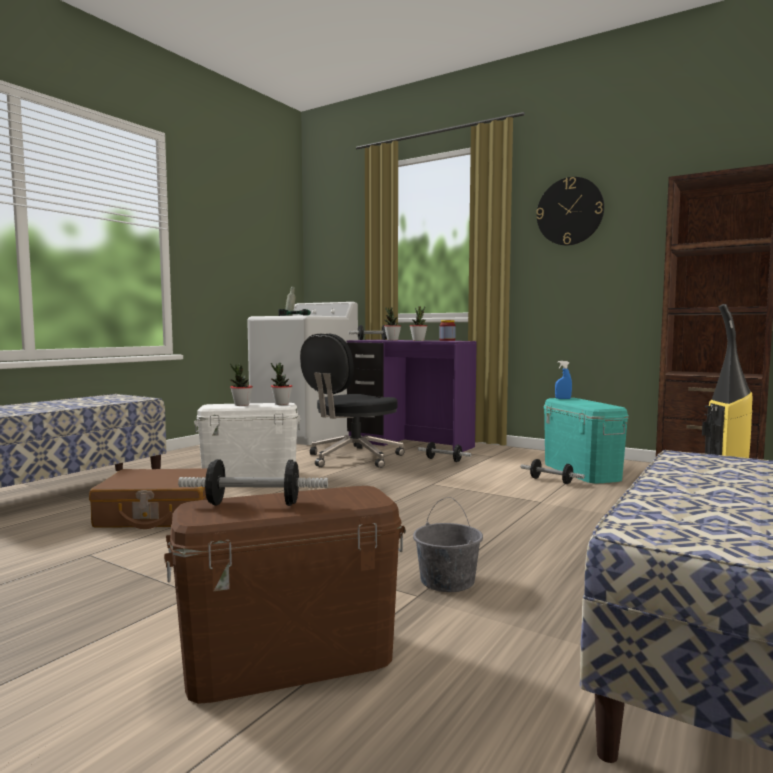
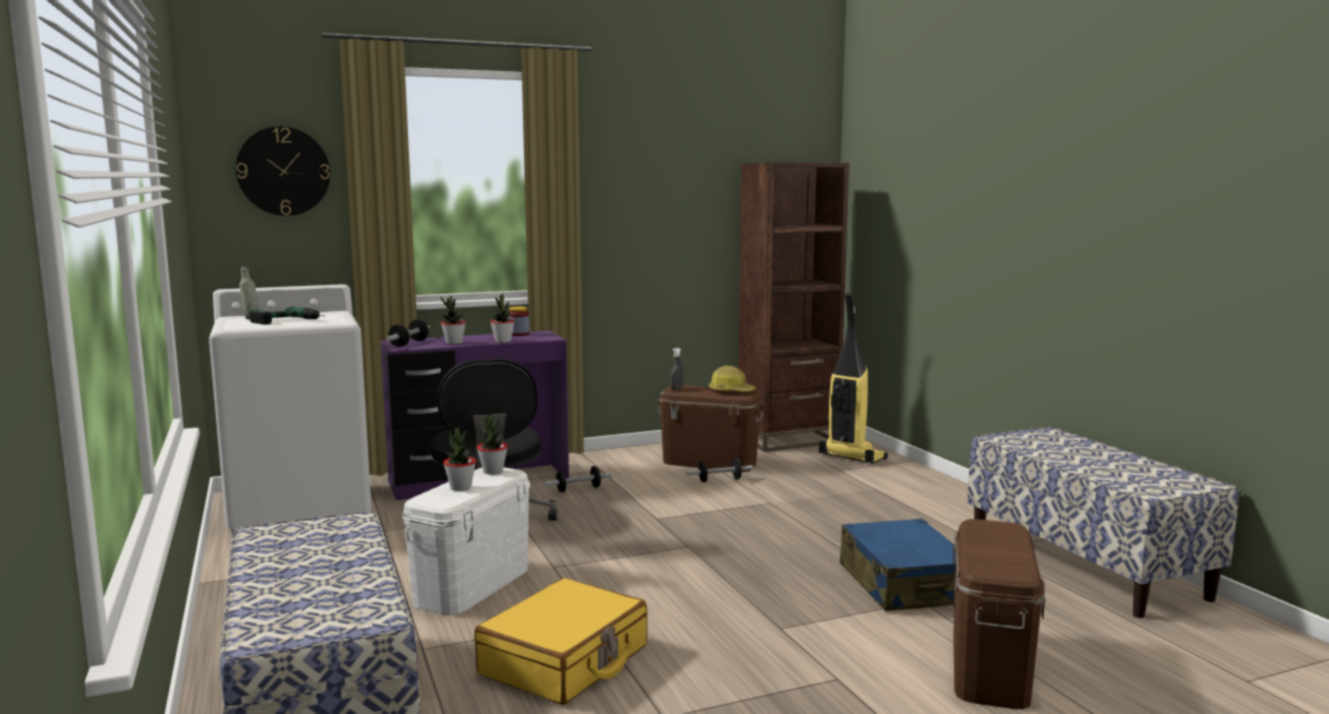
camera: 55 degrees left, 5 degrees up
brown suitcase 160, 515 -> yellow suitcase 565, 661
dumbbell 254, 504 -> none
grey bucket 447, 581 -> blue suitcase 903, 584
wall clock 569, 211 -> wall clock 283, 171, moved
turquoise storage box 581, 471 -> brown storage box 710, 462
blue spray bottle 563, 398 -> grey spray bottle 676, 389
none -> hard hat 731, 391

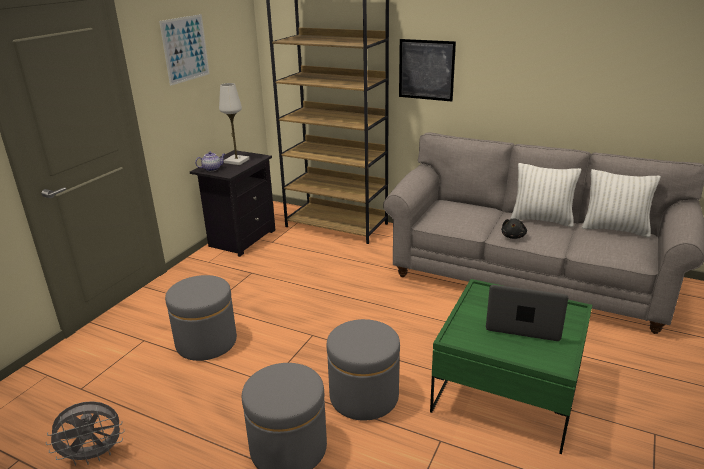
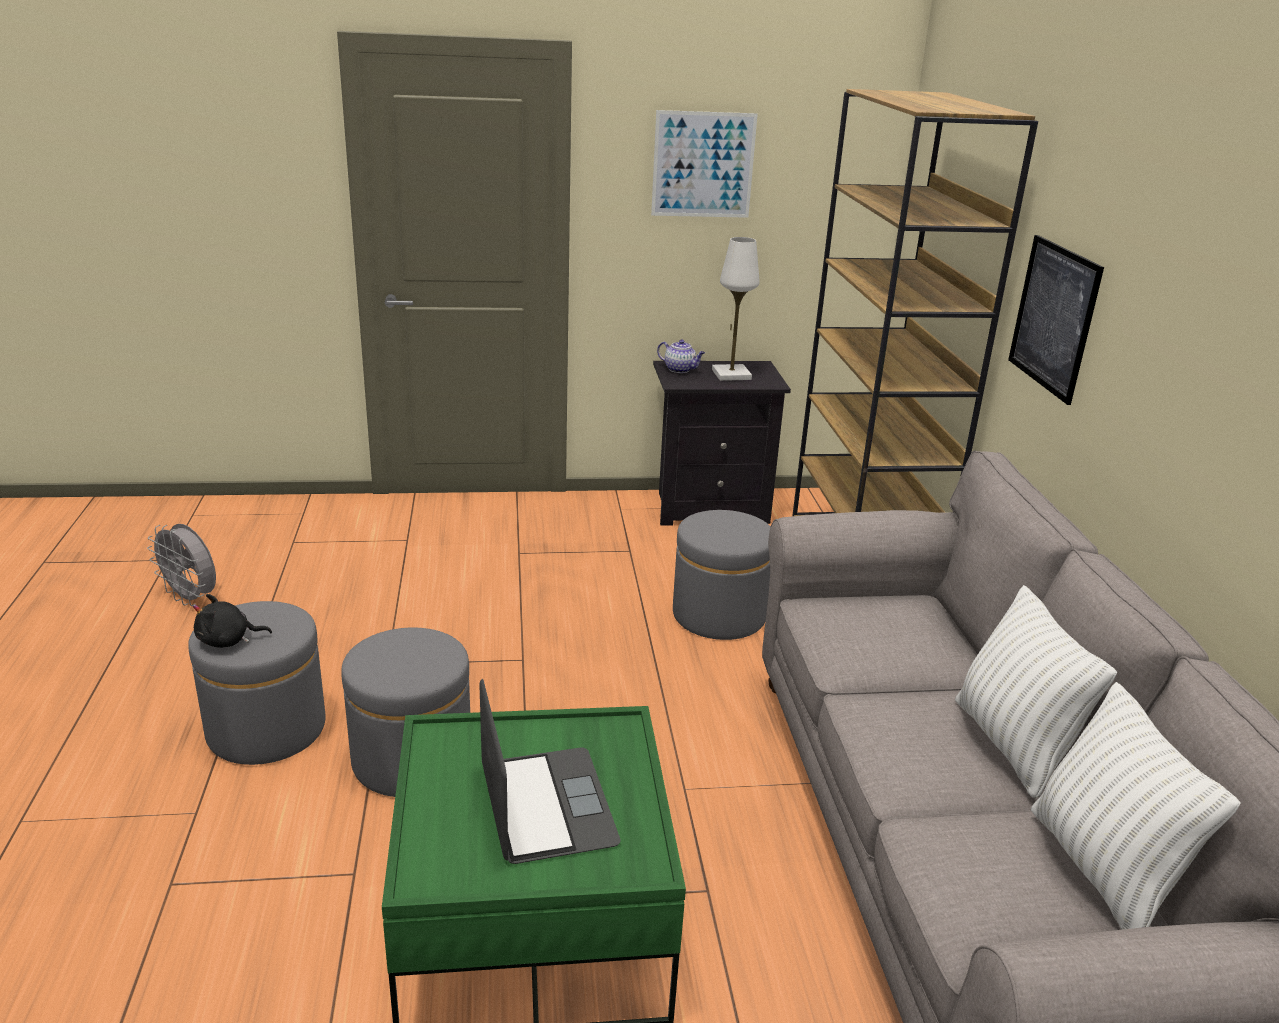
camera: 55 degrees right, 0 degrees up
grey ottoman 206, 342 -> grey ottoman 719, 615, moved
black plush toy 513, 236 -> black plush toy 228, 640, moved

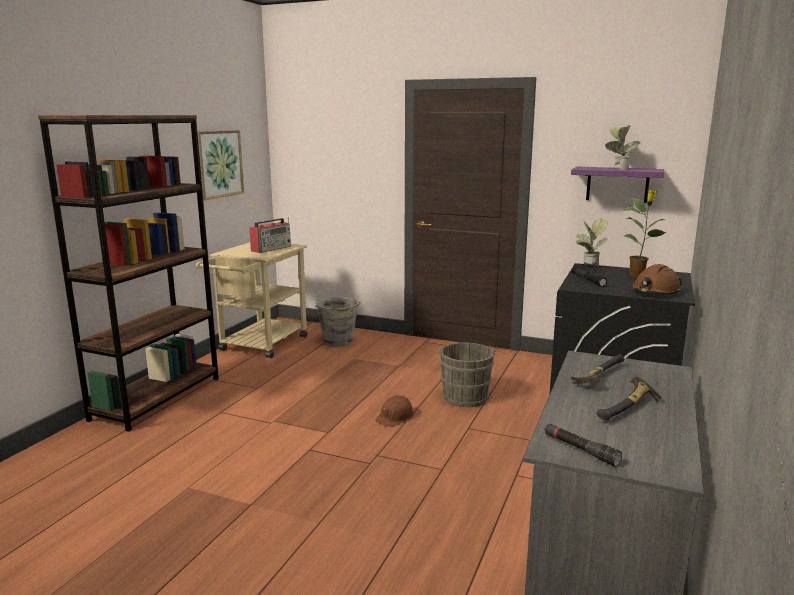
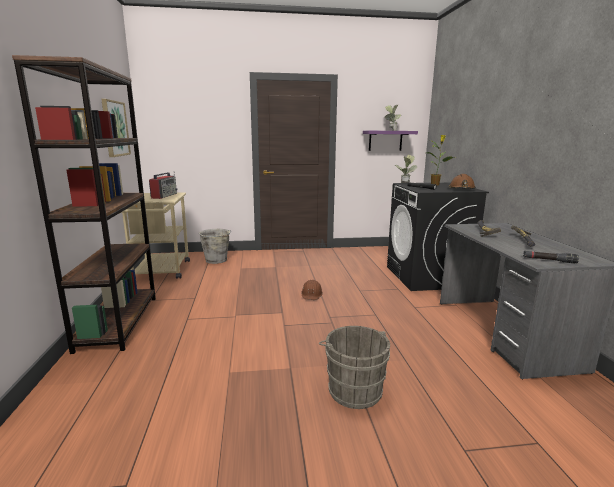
camera: 30 degrees left, 0 degrees up
grey bucket 465, 396 -> grey bucket 353, 389, moved

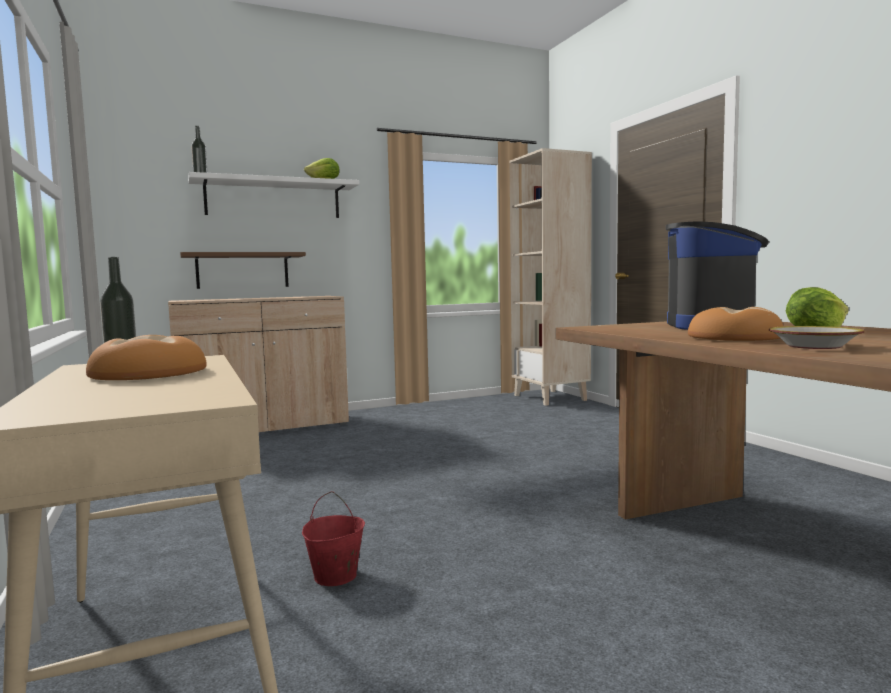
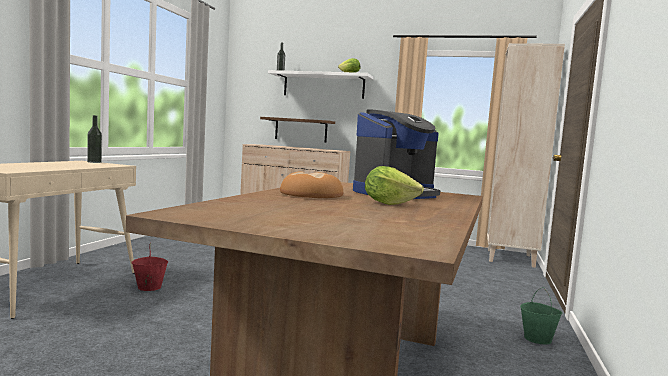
camera: 40 degrees right, 0 degrees up
bread 150, 373 -> none
bowl 815, 346 -> none
none -> green bucket 538, 339

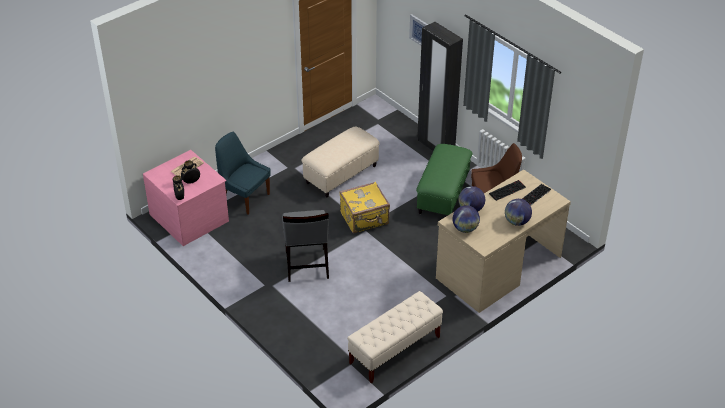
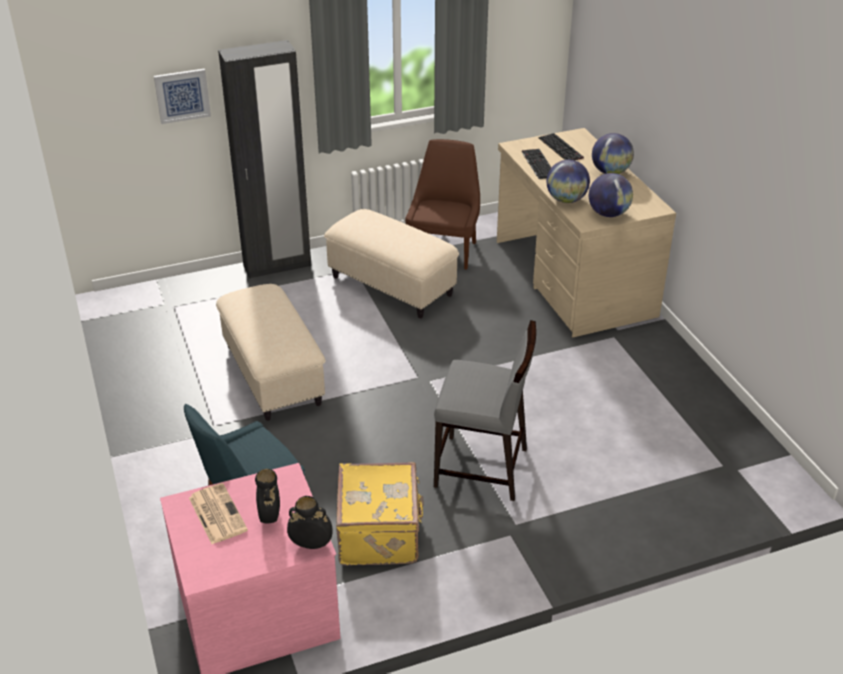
camera: 70 degrees left, 5 degrees down
yellow suitcase 365, 219 -> yellow suitcase 380, 533, moved
beige bench 394, 350 -> none
green ottoman 443, 195 -> beige ottoman 392, 285

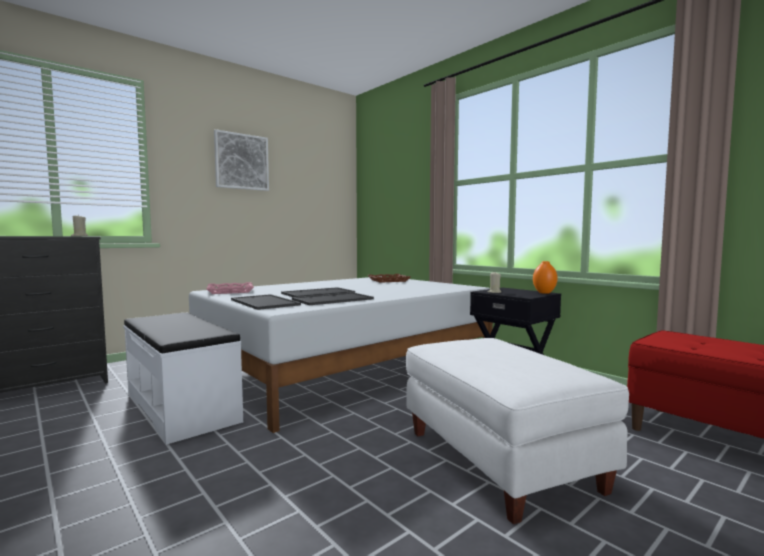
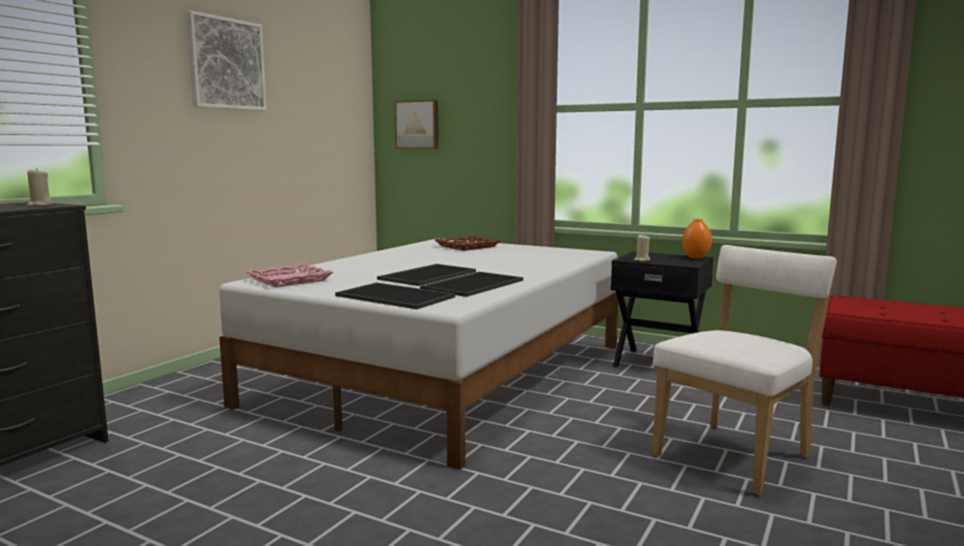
camera: 20 degrees left, 5 degrees up
white bench 182, 407 -> none
white ottoman 501, 459 -> white chair 736, 455
none -> picture 418, 124

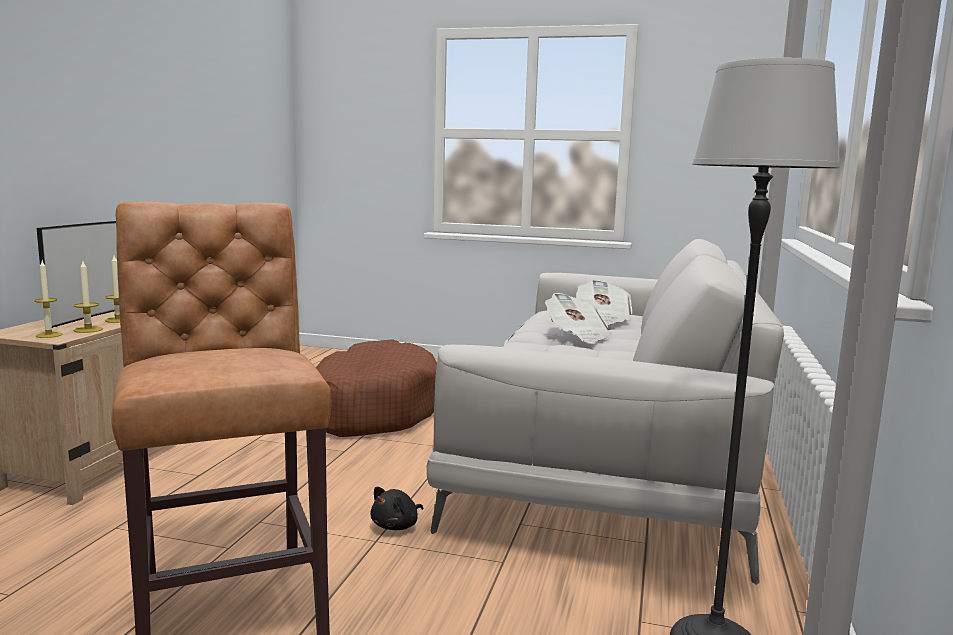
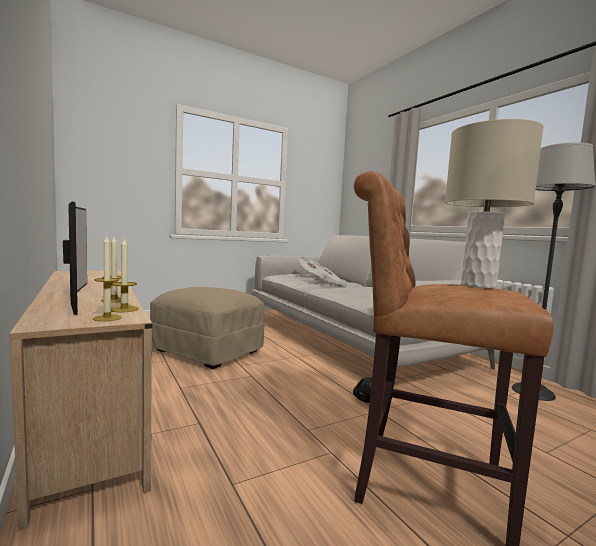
camera: 45 degrees left, 5 degrees down
brown dog bed 369, 409 -> beige ottoman 208, 350
none -> beige table lamp 478, 285

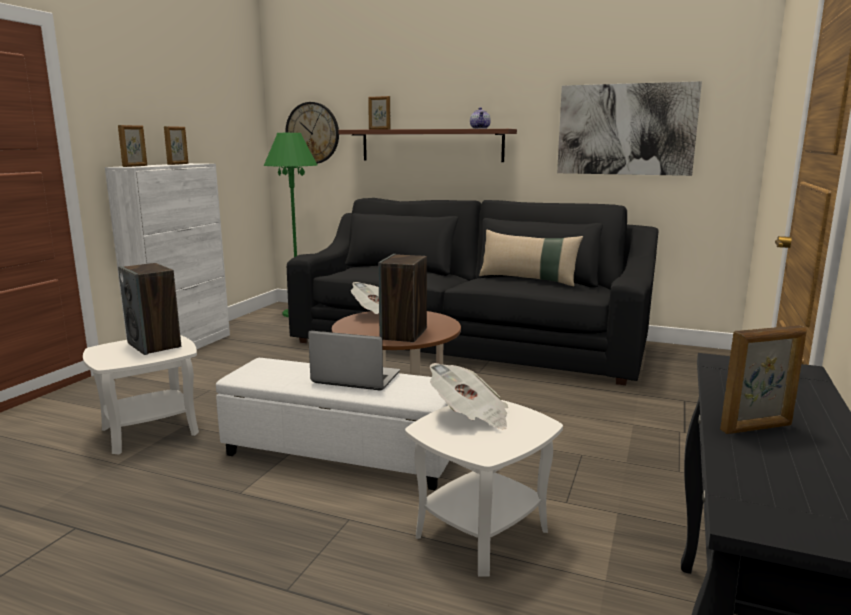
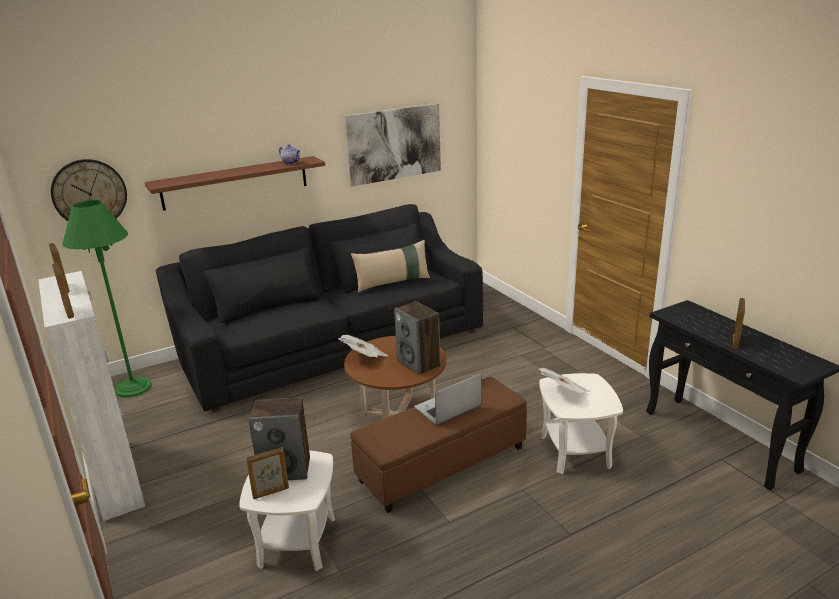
camera: 50 degrees left, 10 degrees up
white ottoman 341, 454 -> brown ottoman 443, 464
picture frame 379, 129 -> picture frame 271, 492, moved

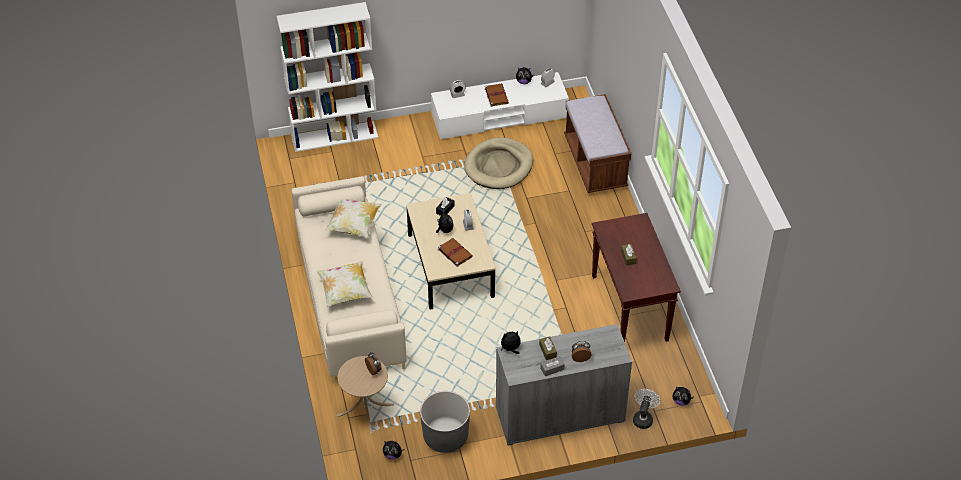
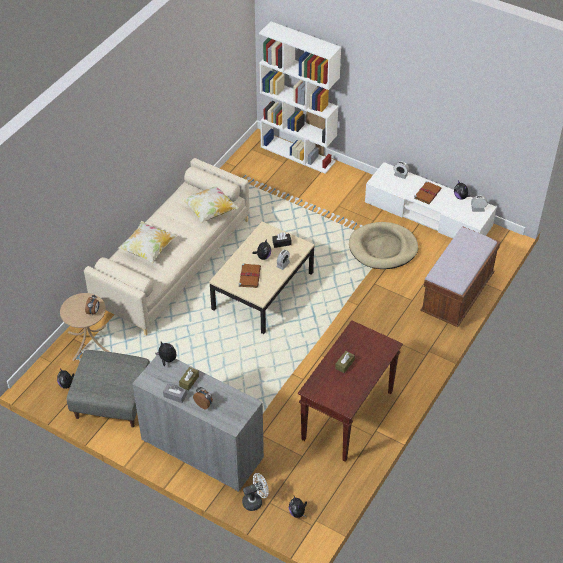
camera: 45 degrees right, 0 degrees up
grey planter 445, 436 -> grey ottoman 112, 400

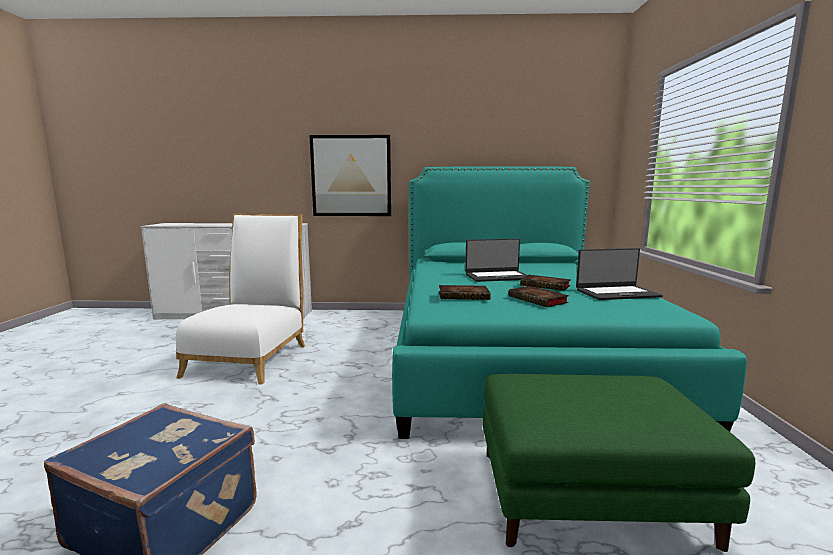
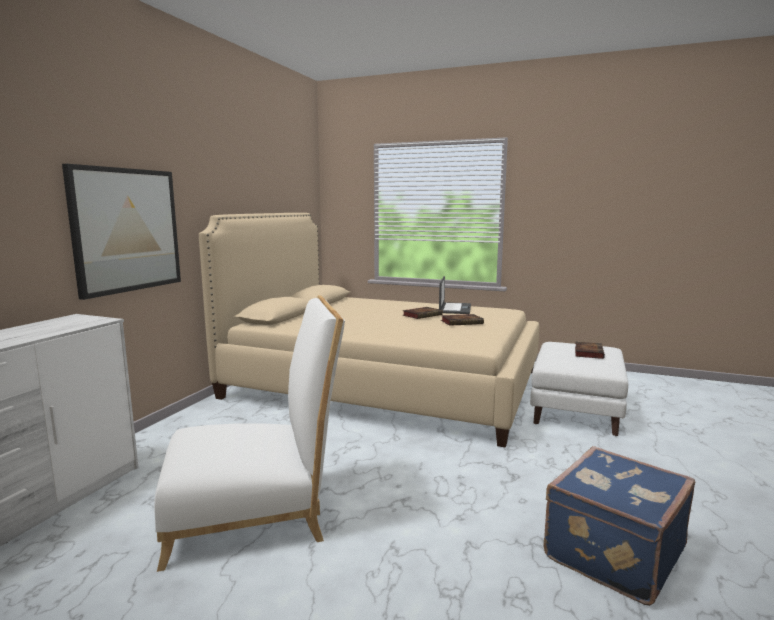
camera: 70 degrees left, 0 degrees up
white chair 251, 357 -> white chair 256, 514, 135 degrees clockwise
turquoise bed 514, 355 -> beige bed 384, 384
book 464, 296 -> book 588, 352, moved
laptop 497, 276 -> none
green ottoman 591, 496 -> white ottoman 575, 409

